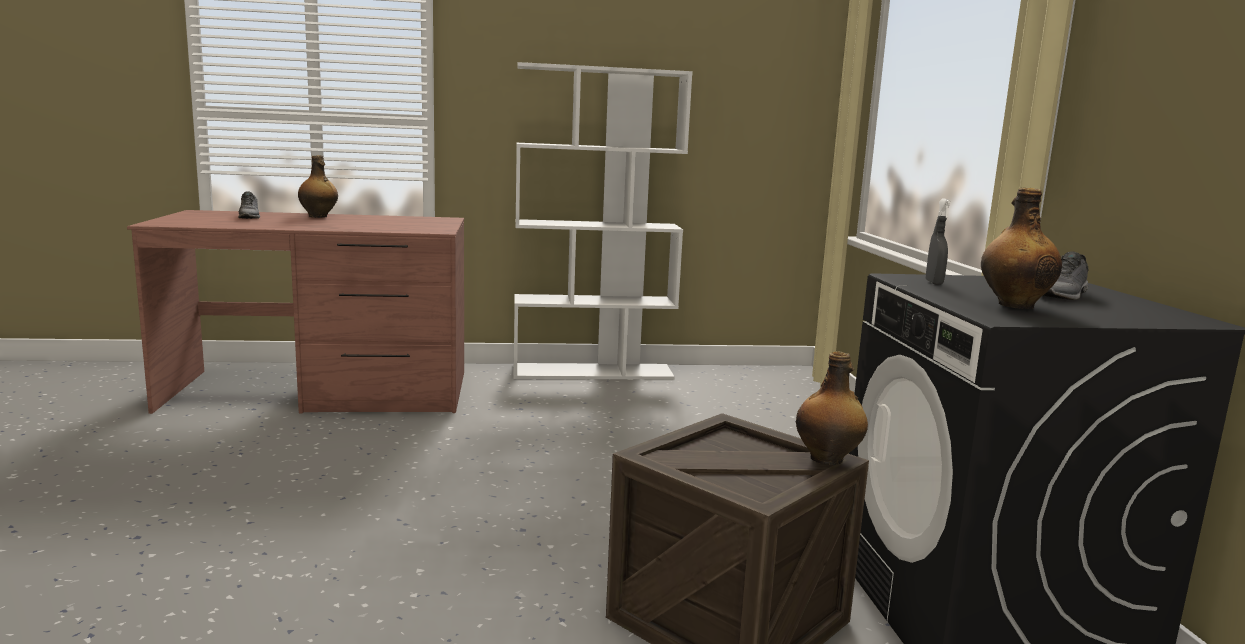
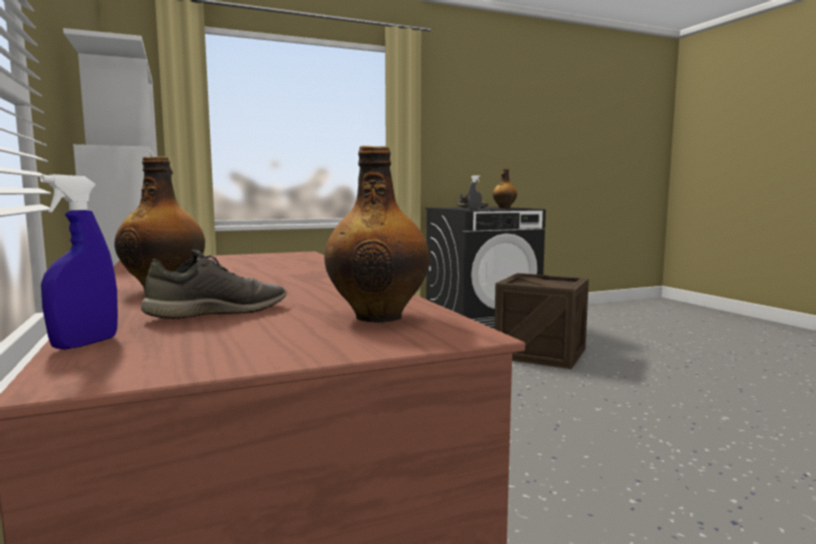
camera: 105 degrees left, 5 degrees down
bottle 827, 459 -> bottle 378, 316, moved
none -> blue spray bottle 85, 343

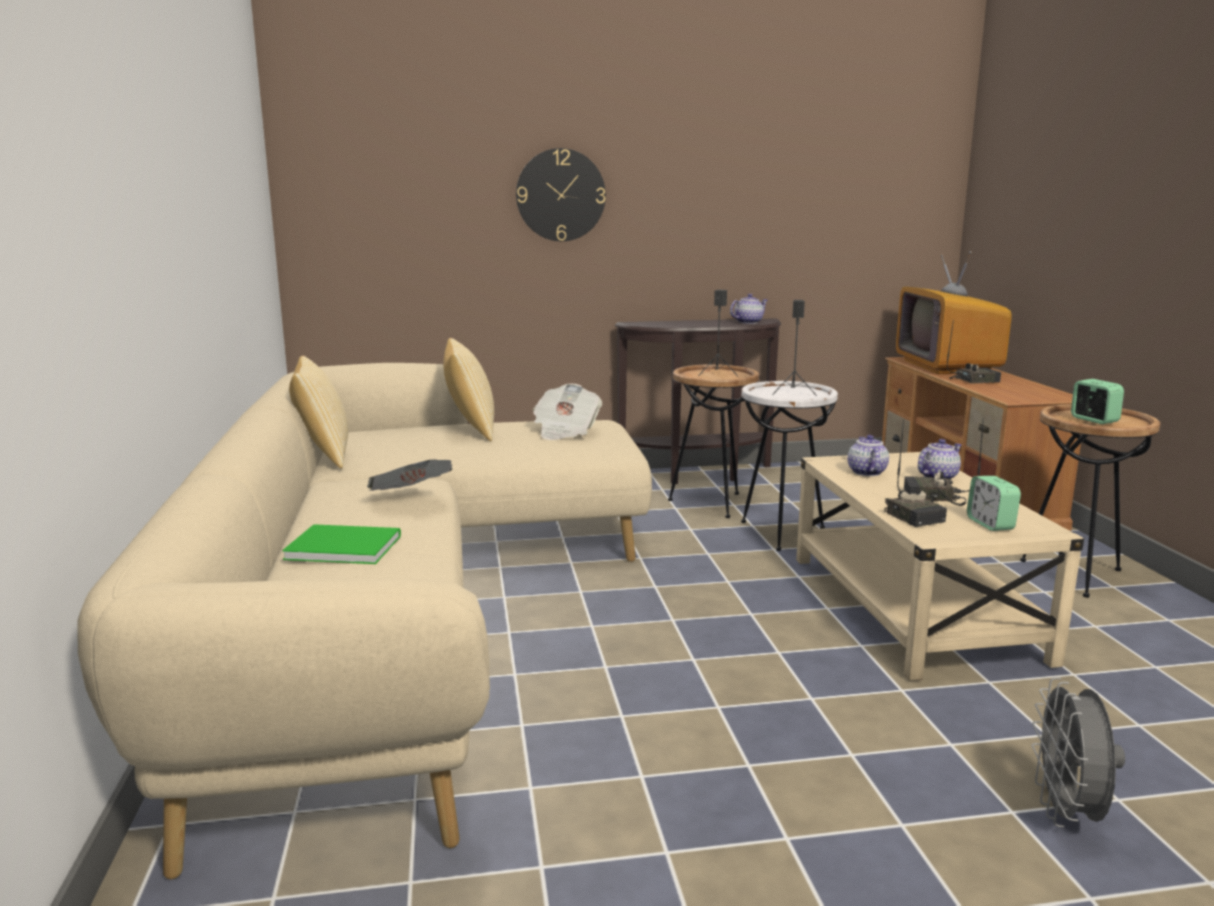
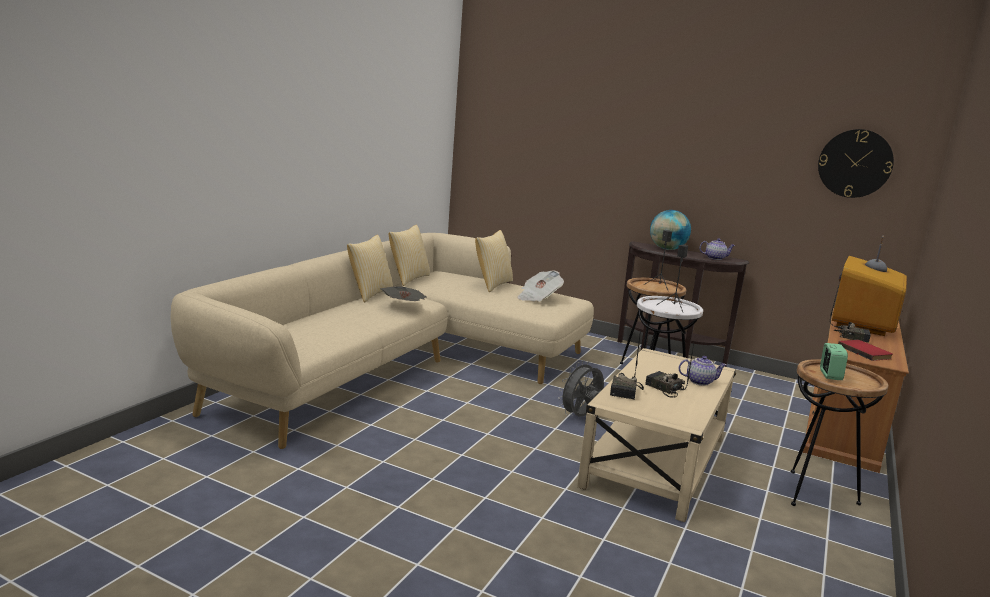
camera: 35 degrees right, 0 degrees up
green book 342, 546 -> none
wall clock 560, 195 -> wall clock 855, 163, moved
teapot 866, 472 -> none
alarm clock 990, 524 -> none
grey fan 1067, 814 -> grey fan 580, 417, moved
none -> pillow 369, 294
none -> globe 667, 249
none -> red book 865, 352

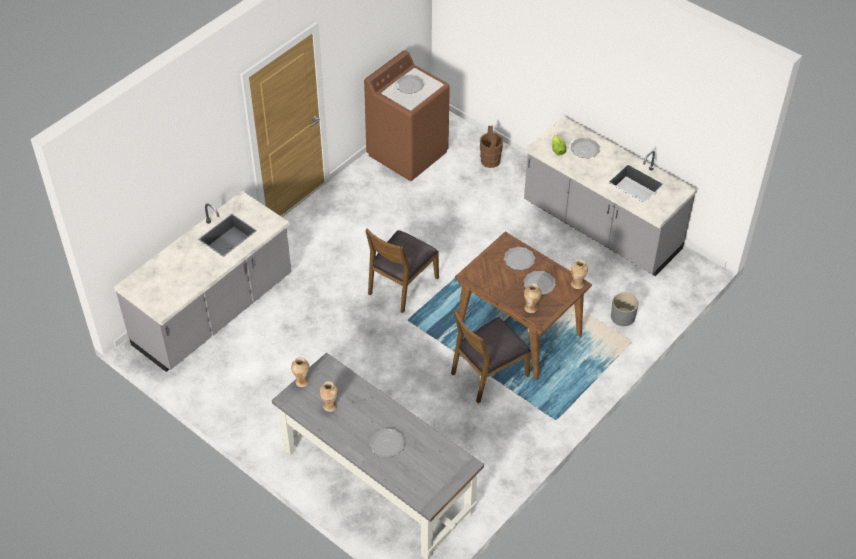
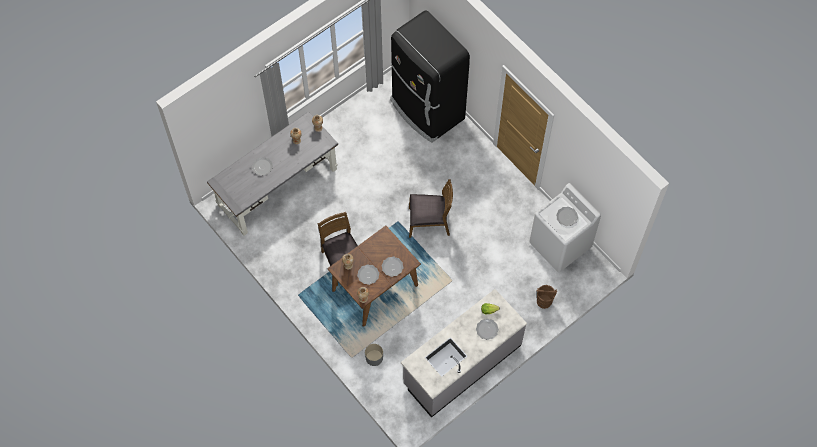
camera: 100 degrees right, 15 degrees up
grey counter 214, 312 -> black fridge 426, 110
brown washing machine 408, 153 -> white washing machine 560, 245
brown chair 402, 285 -> brown chair 429, 222, 135 degrees clockwise

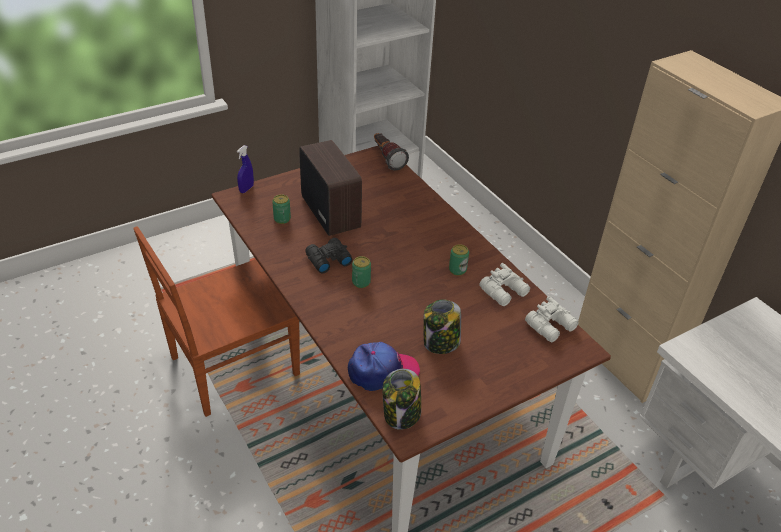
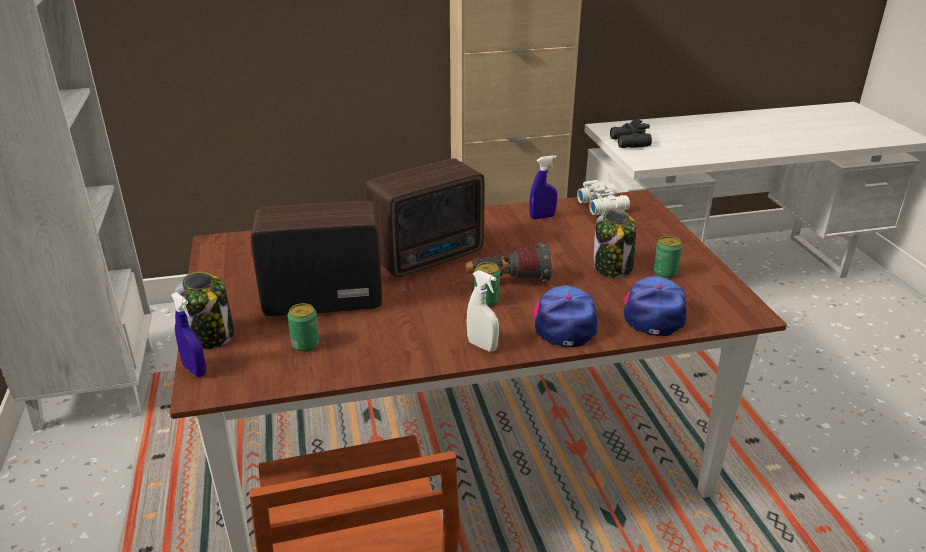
camera: 70 degrees left, 10 degrees down
black binoculars 327, 260 -> black binoculars 629, 143, moved
flashlight 387, 158 -> flashlight 508, 281, moved
jar 401, 414 -> jar 211, 335, moved
can 457, 270 -> can 665, 272, moved
white binoculars 505, 292 -> blue spray bottle 542, 217
none -> radio 430, 256
none -> white spray bottle 482, 346
none -> cap 564, 322

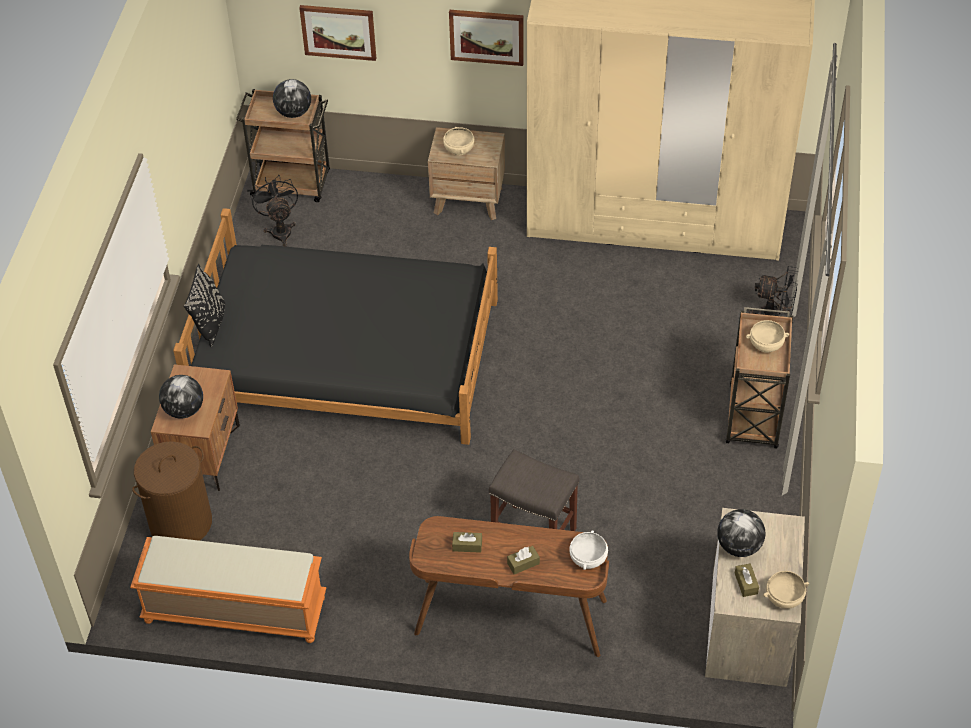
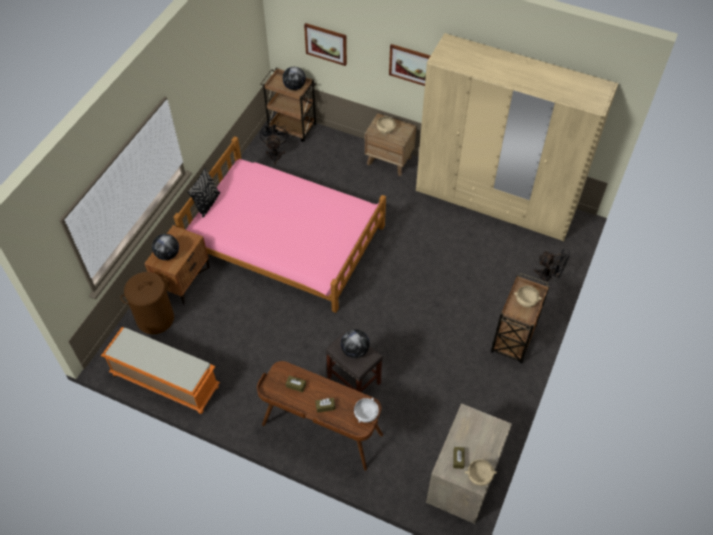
camera: 15 degrees right, 5 degrees up
black bed 348, 355 -> pink bed 286, 239
globe 739, 546 -> globe 355, 351, moved

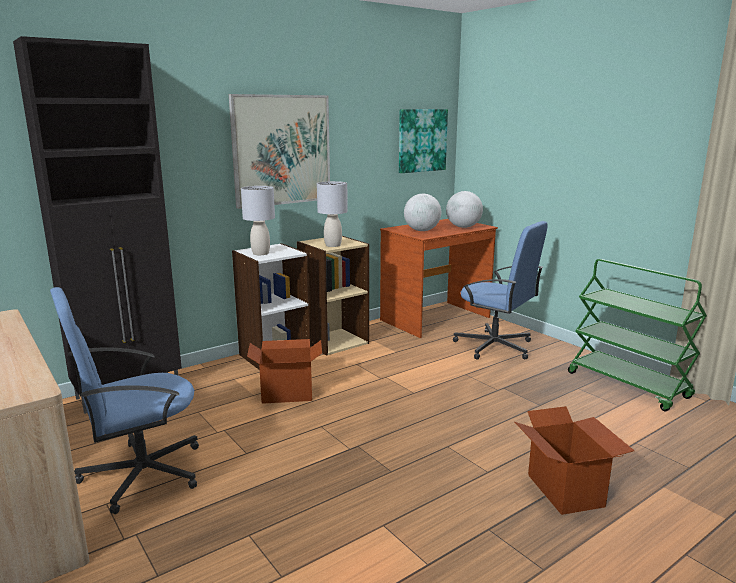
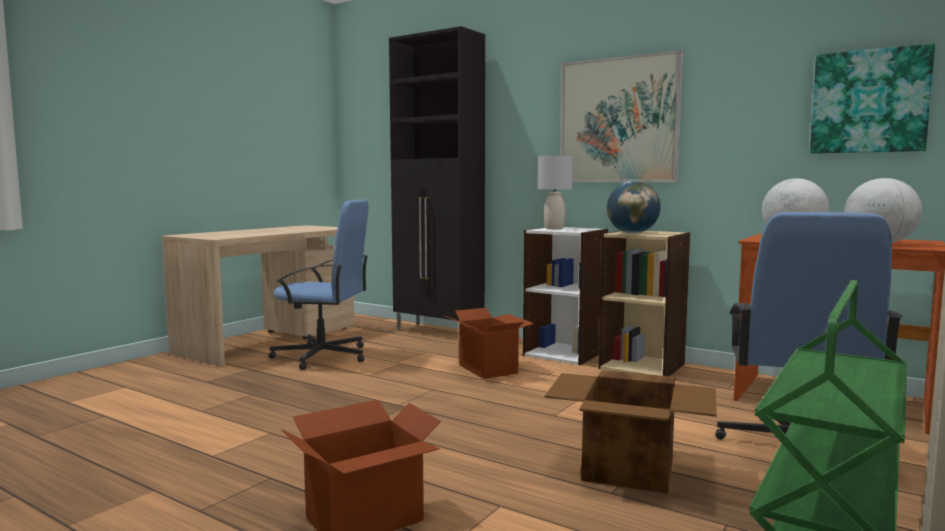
camera: 70 degrees right, 10 degrees down
blue office chair 141, 474 -> blue office chair 323, 356, 150 degrees clockwise
grey table lamp 332, 245 -> globe 632, 233
none -> cardboard box 630, 469

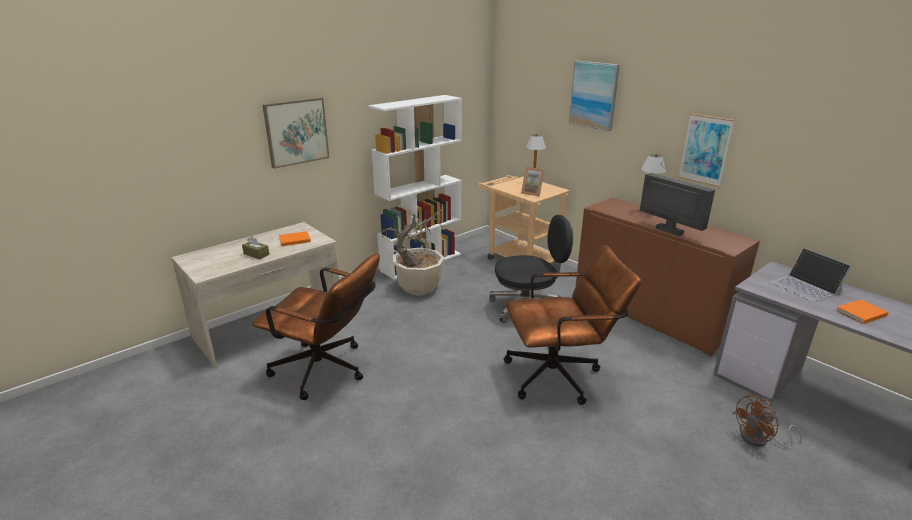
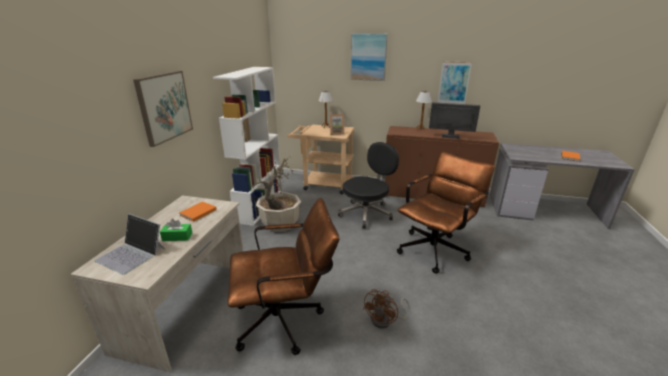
camera: 35 degrees left, 0 degrees up
brown tissue box 256, 254 -> green tissue box 177, 237
brown fan 760, 440 -> brown fan 385, 320, moved
laptop 805, 287 -> laptop 131, 254, moved

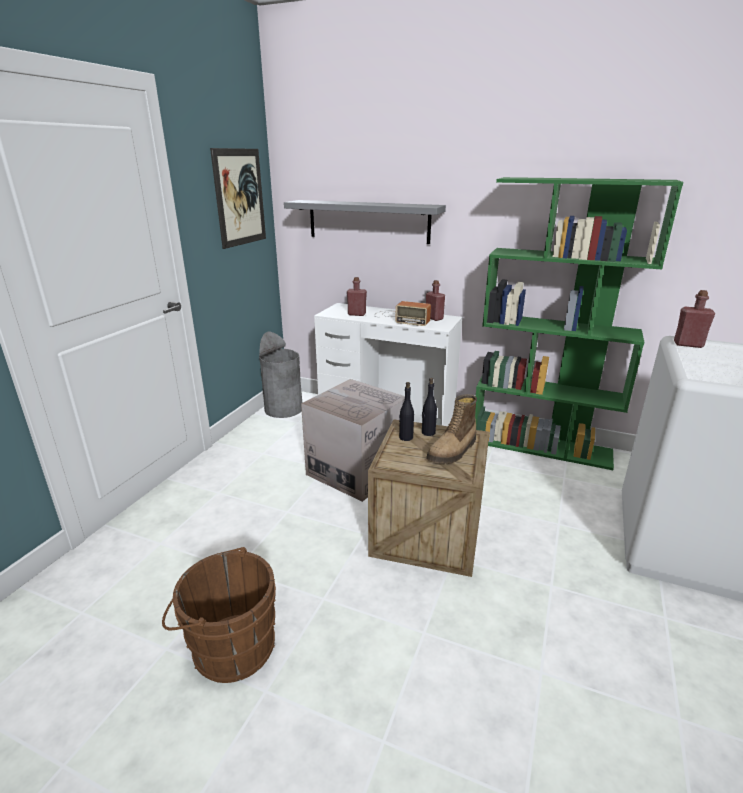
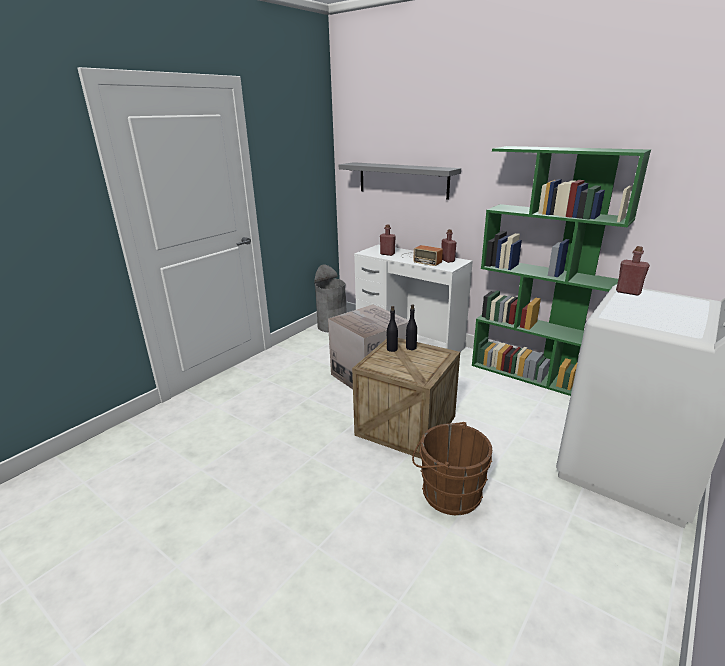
camera: 15 degrees right, 0 degrees up
brown bucket 229, 646 -> brown bucket 447, 492, moved
picture 240, 197 -> none
boot 453, 451 -> none

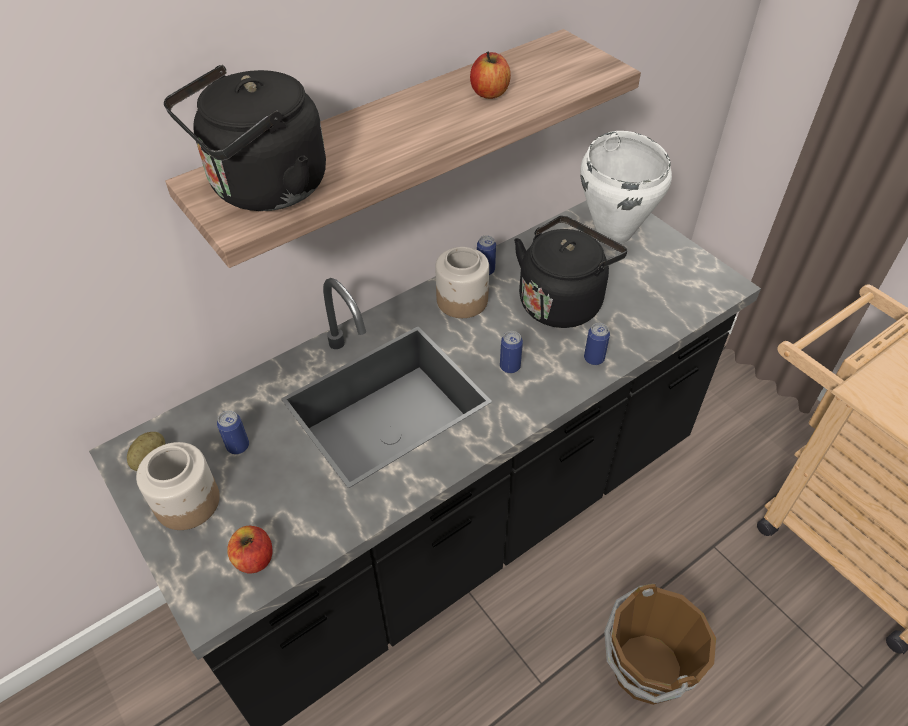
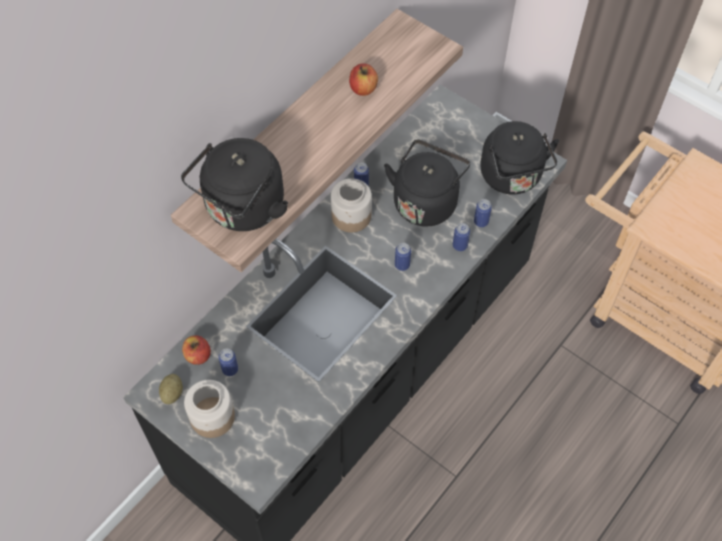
camera: 15 degrees left, 10 degrees up
apple 254, 559 -> apple 198, 355, moved
white cooking pot 614, 233 -> none
brown bucket 645, 668 -> none
none -> can 481, 222
none -> black kettle 512, 178

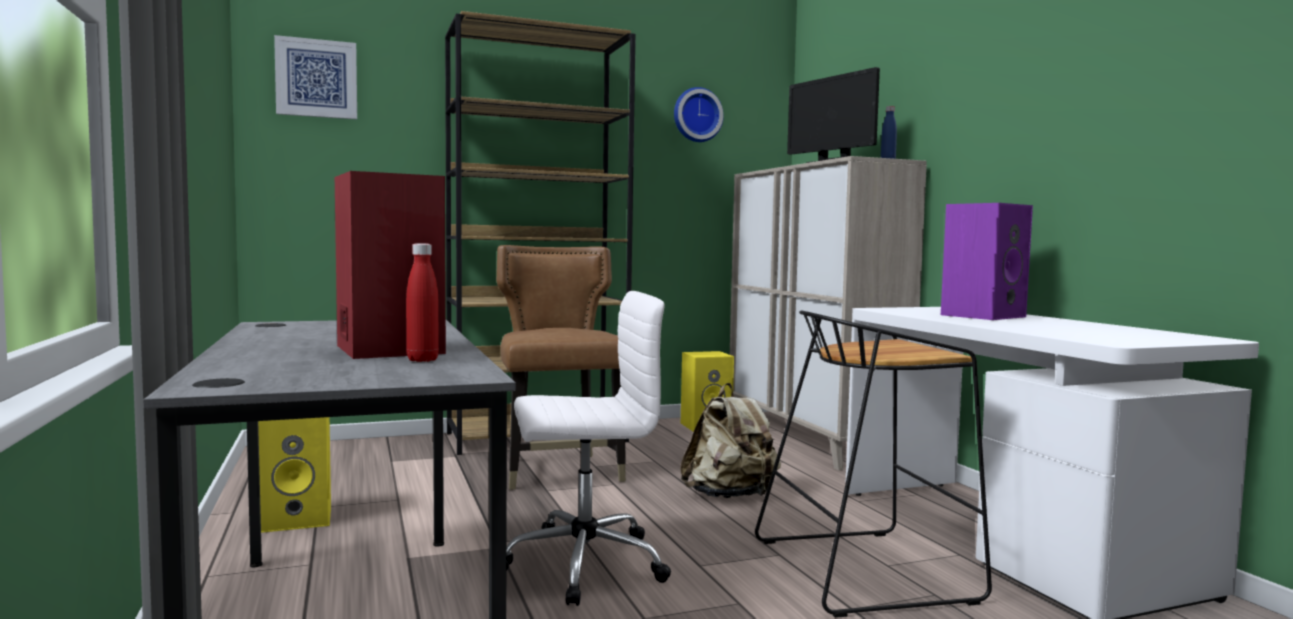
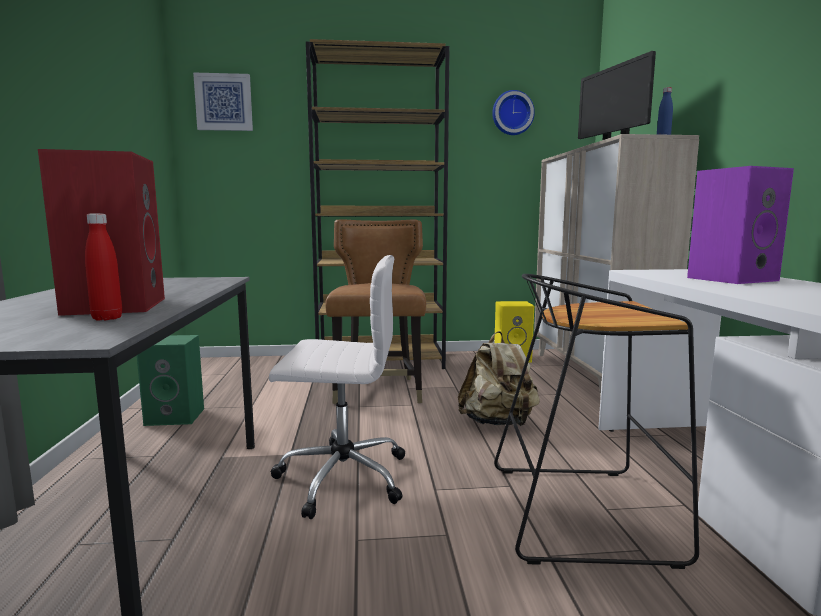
camera: 15 degrees right, 5 degrees up
yellow speaker 298, 518 -> green speaker 176, 416

